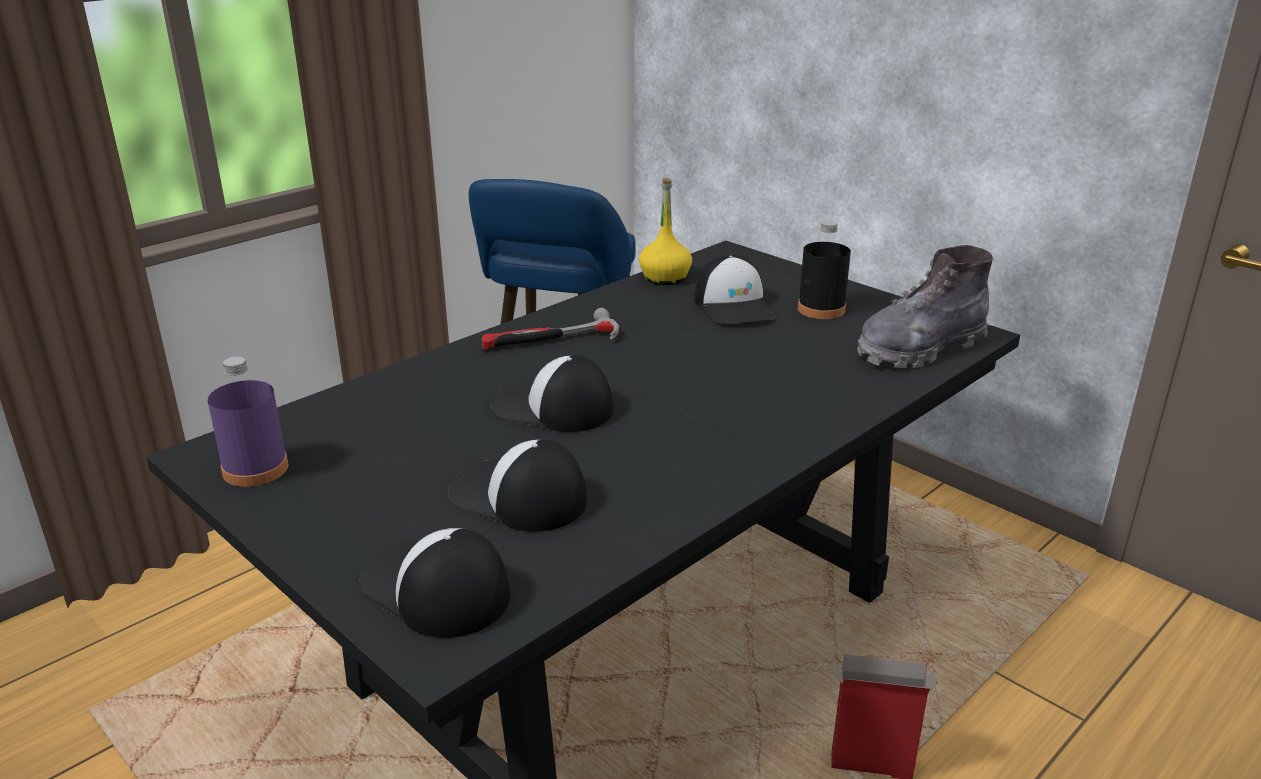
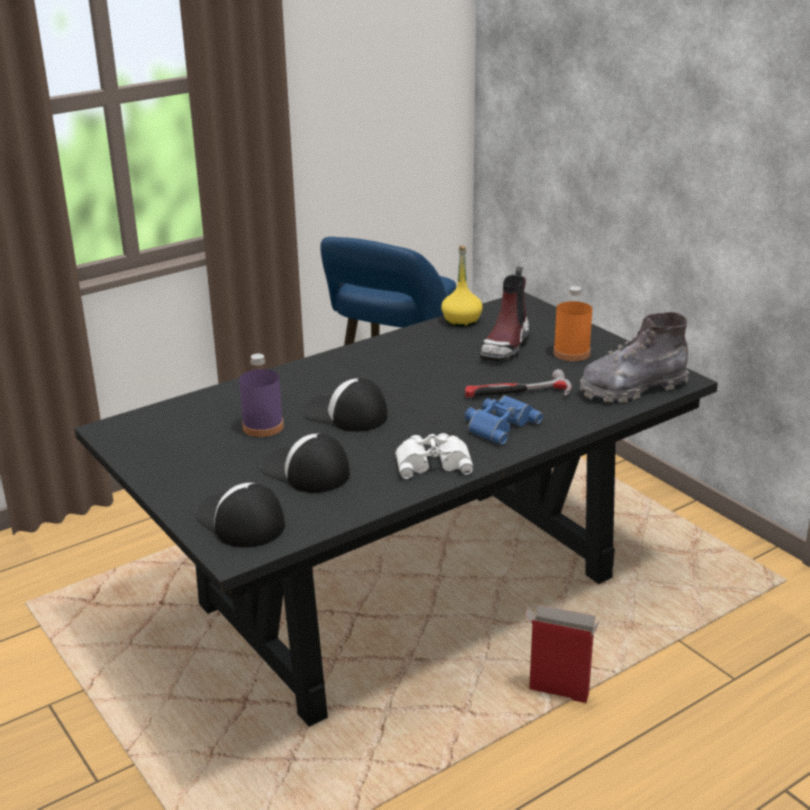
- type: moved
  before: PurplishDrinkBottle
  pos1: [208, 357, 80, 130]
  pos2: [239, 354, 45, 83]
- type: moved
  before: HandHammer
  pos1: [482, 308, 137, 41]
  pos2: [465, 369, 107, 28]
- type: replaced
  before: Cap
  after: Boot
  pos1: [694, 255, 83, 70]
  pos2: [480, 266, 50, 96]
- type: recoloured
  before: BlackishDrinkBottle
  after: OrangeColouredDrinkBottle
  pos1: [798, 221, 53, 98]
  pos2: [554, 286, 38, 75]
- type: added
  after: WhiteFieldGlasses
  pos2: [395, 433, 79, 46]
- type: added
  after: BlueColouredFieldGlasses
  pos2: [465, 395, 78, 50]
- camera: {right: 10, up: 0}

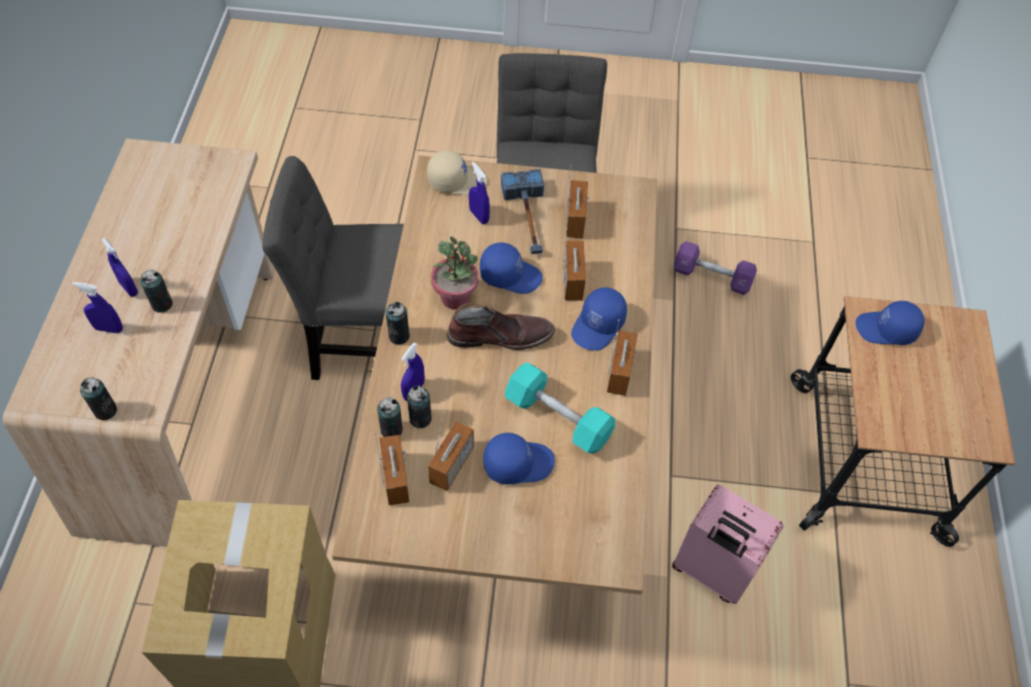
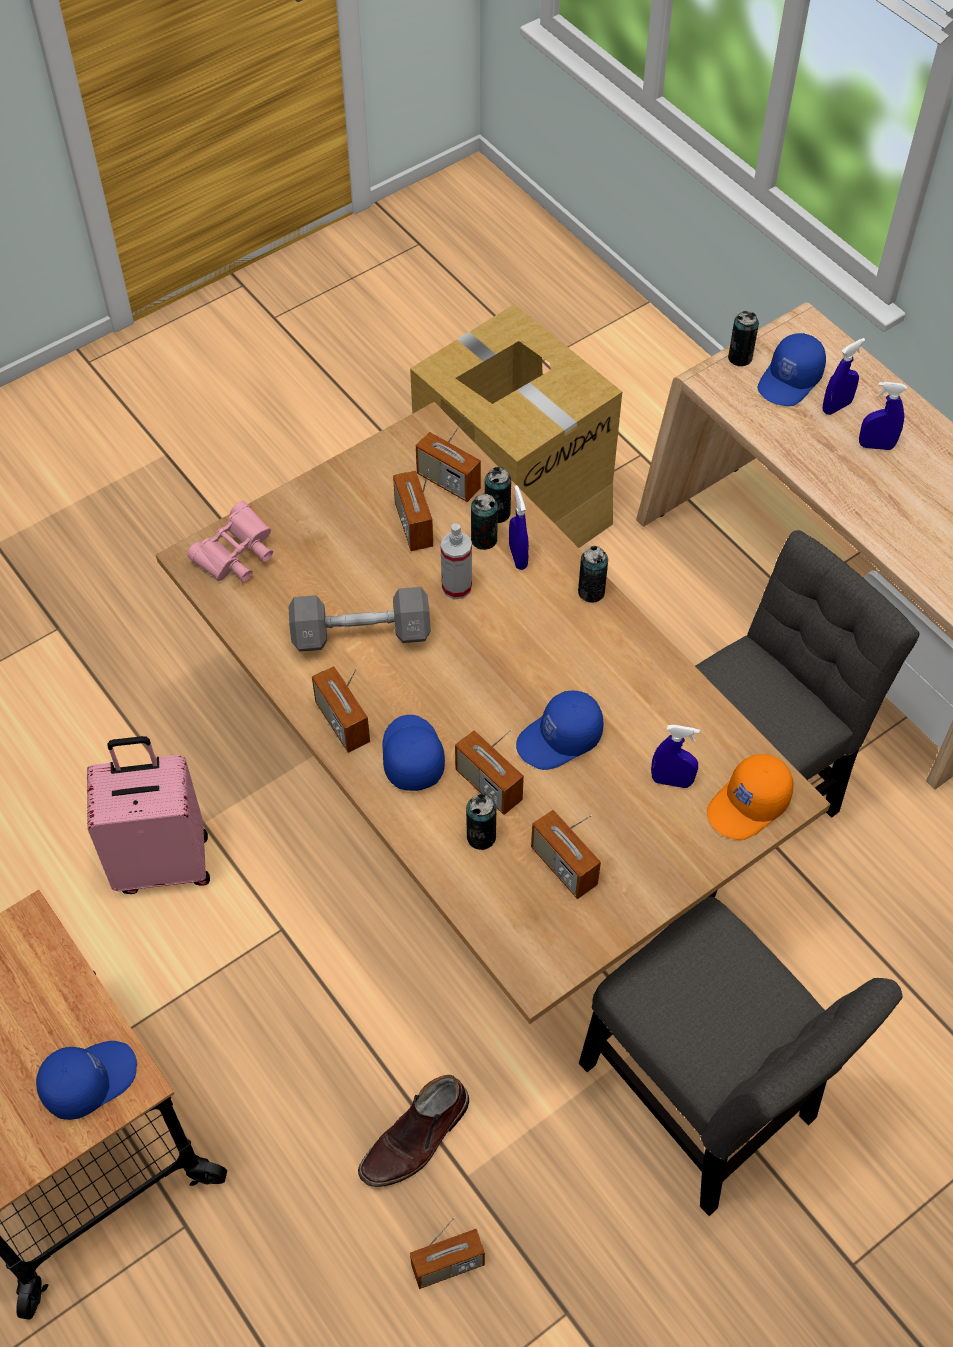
- type: moved
  before: Can
  pos1: [140, 270, 33, 43]
  pos2: [466, 794, 31, 56]
- type: recoloured
  before: BeigeCap
  after: OrangeColouredCap
  pos1: [427, 150, 60, 45]
  pos2: [707, 754, 86, 86]
- type: removed
  before: PottedPlant
  pos1: [431, 236, 47, 74]
- type: moved
  before: BrownishBoot
  pos1: [447, 303, 108, 47]
  pos2: [358, 1075, 111, 112]
- type: moved
  before: BlueColouredCap
  pos1: [483, 433, 72, 51]
  pos2: [758, 333, 68, 73]
- type: removed
  before: HandHammer
  pos1: [501, 169, 43, 85]
- type: recoloured
  before: BlueGreenDumbbell
  after: GreyDumbbell
  pos1: [505, 362, 110, 92]
  pos2: [288, 587, 143, 65]
- type: replaced
  before: PurplishDumbbell
  after: RadioReceiver
  pos1: [674, 241, 83, 54]
  pos2: [410, 1217, 75, 72]
- type: added
  after: PinkishFieldGlasses
  pos2: [187, 501, 86, 81]
- type: added
  after: HandSprayer
  pos2: [441, 524, 31, 75]
- camera: {right: 140, up: 0}

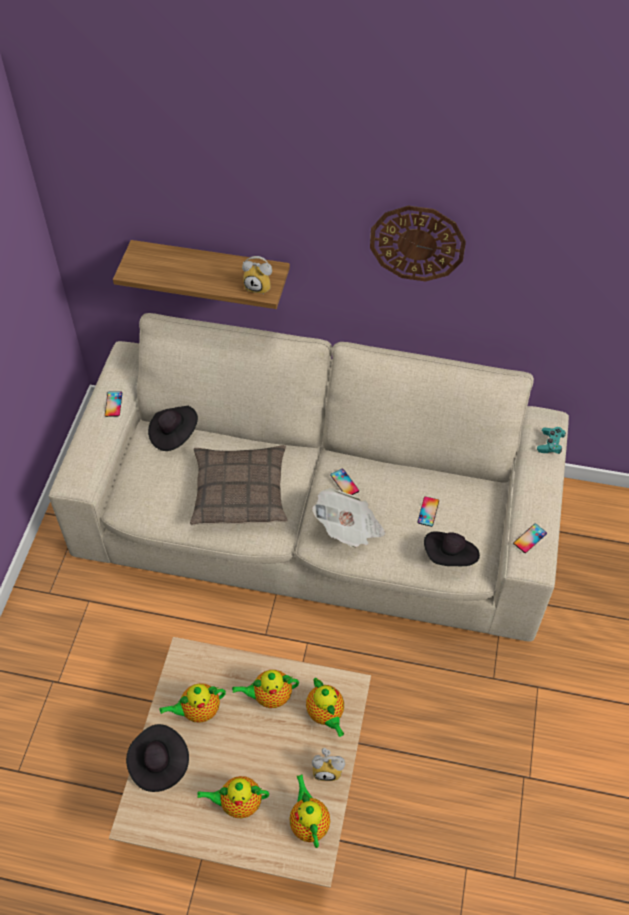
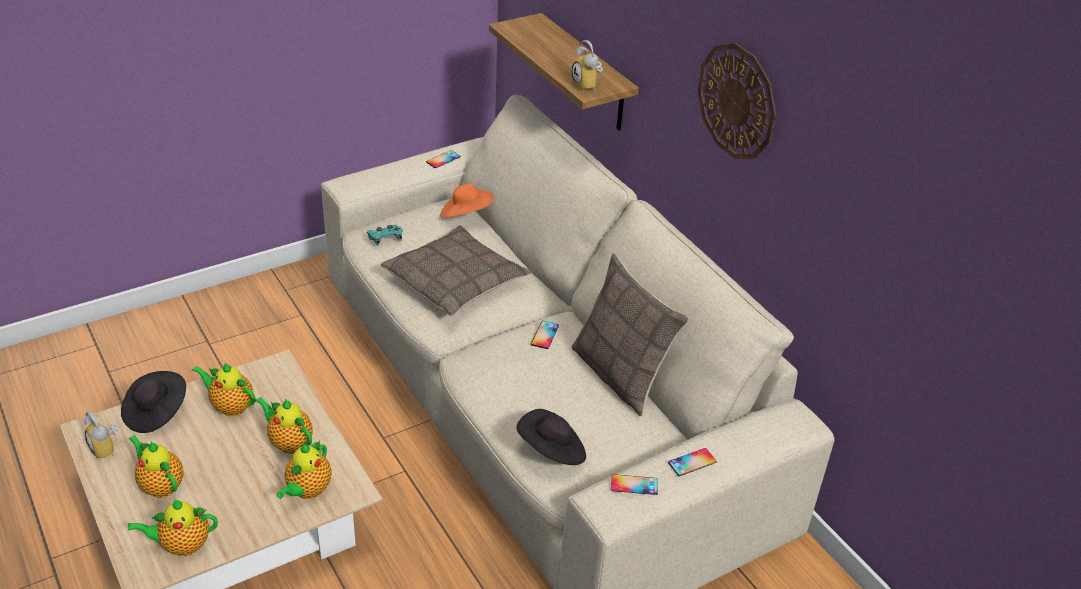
- type: recoloured
  before: BlackishWearableHat
  after: OrangeColouredWearableHat
  pos1: [148, 406, 50, 45]
  pos2: [440, 184, 53, 34]
- type: turned
  before: PotForTea
  pos1: [289, 774, 41, 74]
  pos2: [128, 500, 90, 56]
  turn: -135
- type: removed
  before: PrintedPaper
  pos1: [312, 488, 73, 60]
- type: moved
  before: AlarmClock
  pos1: [312, 748, 33, 33]
  pos2: [84, 411, 36, 49]
- type: moved
  before: Handset
  pos1: [417, 497, 22, 30]
  pos2: [668, 448, 49, 28]
- type: moved
  before: BlueGreenGamepad
  pos1: [537, 427, 29, 27]
  pos2: [366, 225, 37, 21]
- type: added
  after: Cushion
  pos2: [572, 253, 117, 163]
- camera: {right: 45, up: -15}

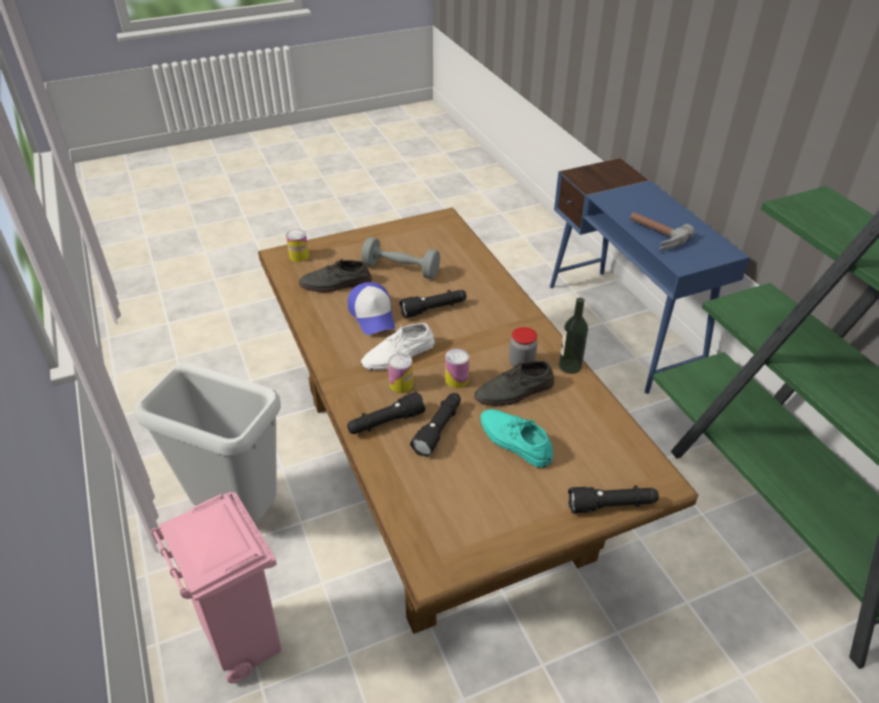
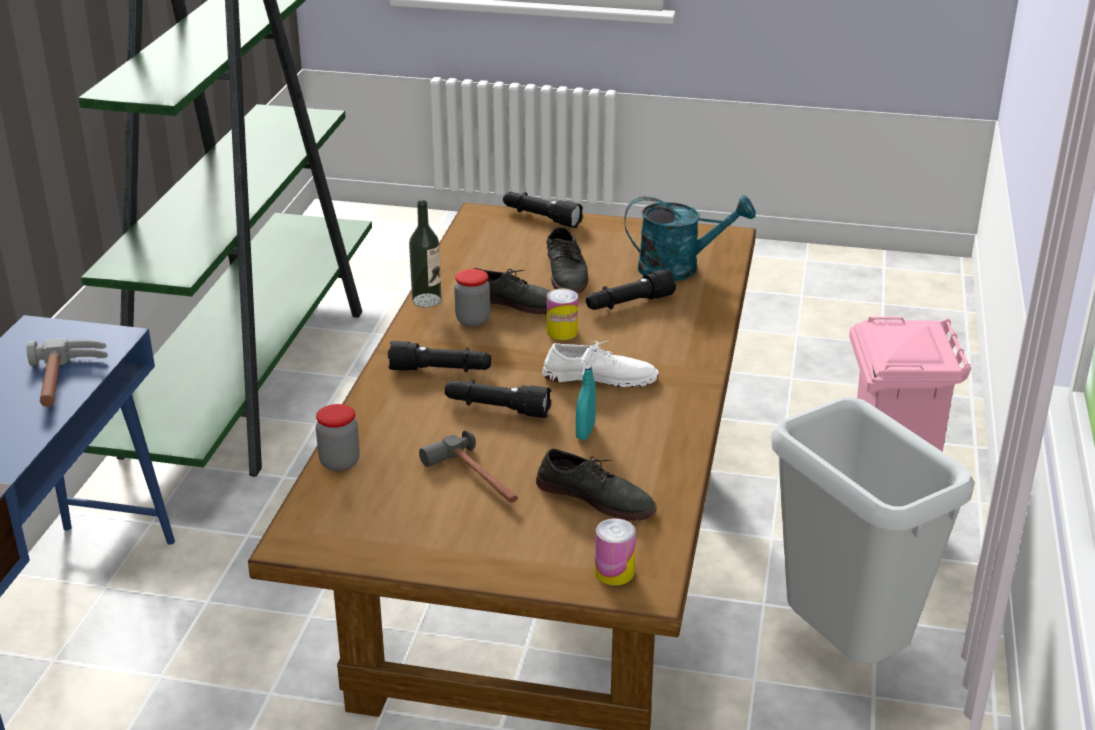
- type: replaced
  before: Cap
  after: BlueGreenHandSprayer
  pos1: [347, 282, 48, 53]
  pos2: [576, 348, 20, 92]
- type: moved
  before: BlackishHandTorch
  pos1: [347, 392, 78, 42]
  pos2: [388, 341, 103, 31]
- type: replaced
  before: GreyDumbbell
  after: HandHammer
  pos1: [361, 237, 79, 42]
  pos2: [419, 431, 99, 72]
- type: removed
  before: Can
  pos1: [388, 353, 25, 40]
- type: recoloured
  before: BlueGreenItemOfFootwear
  after: GreyItemOfFootwear
  pos1: [480, 409, 73, 59]
  pos2: [546, 226, 42, 67]
- type: added
  after: StorageJar
  pos2: [316, 404, 44, 67]
- type: added
  after: BlueGreenWateringCan
  pos2: [624, 195, 132, 86]
- camera: {right: -145, up: -10}

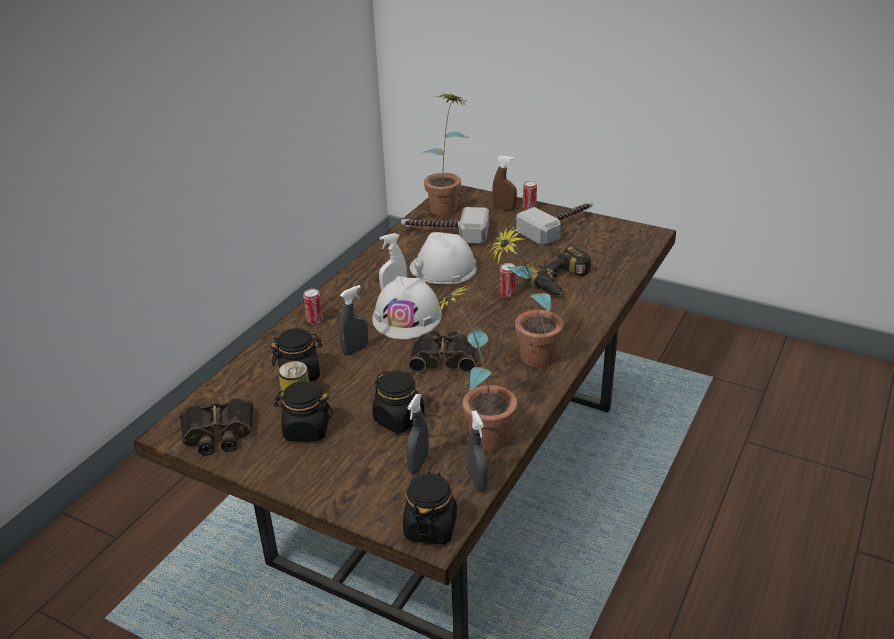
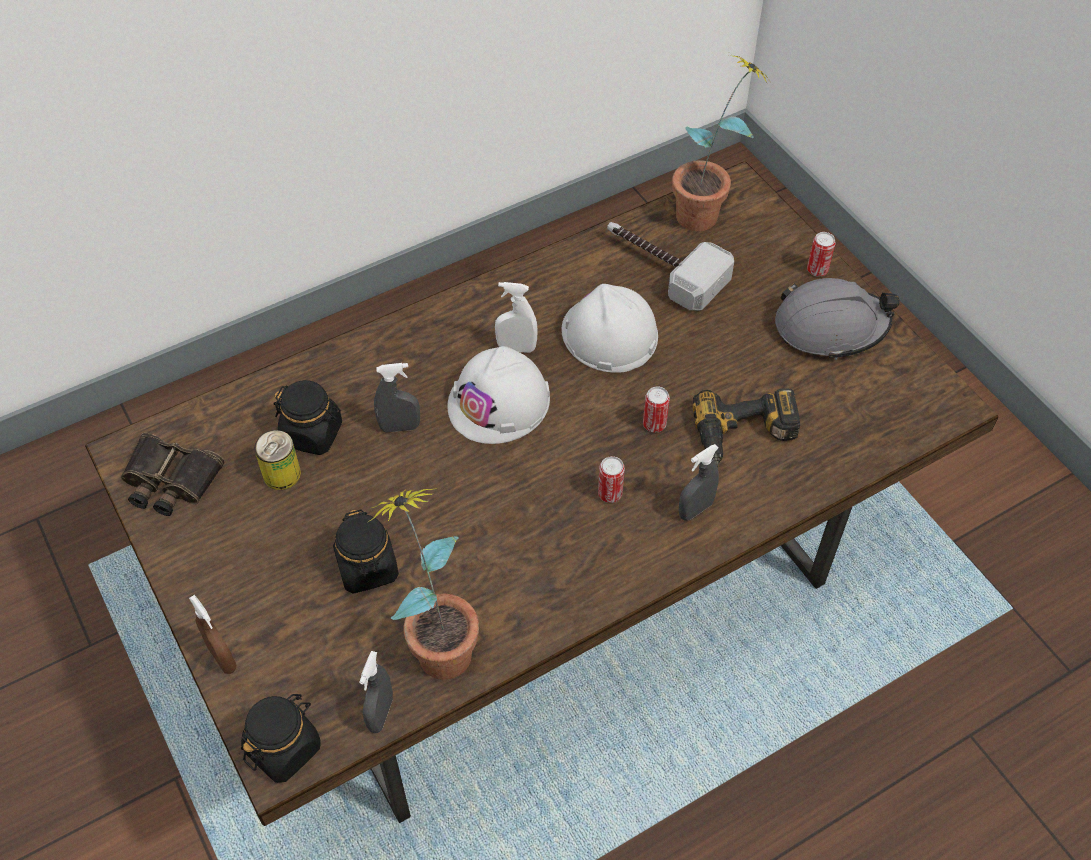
- type: removed
  before: BlackishStorageJar
  pos1: [274, 381, 59, 60]
- type: moved
  before: Can
  pos1: [303, 289, 20, 36]
  pos2: [598, 456, 27, 47]
- type: moved
  before: GreyHandSprayer
  pos1: [406, 394, 23, 79]
  pos2: [679, 444, 40, 77]
- type: removed
  before: FieldGlasses
  pos1: [408, 332, 68, 41]
- type: removed
  before: PottedPlant
  pos1: [487, 226, 77, 141]
- type: moved
  before: BrownishHandSprayer
  pos1: [492, 156, 25, 54]
  pos2: [189, 595, 48, 79]
- type: replaced
  before: HandHammer
  after: GreySafetyHelmet
  pos1: [516, 202, 77, 44]
  pos2: [775, 278, 125, 82]
- camera: {right: 30, up: 20}

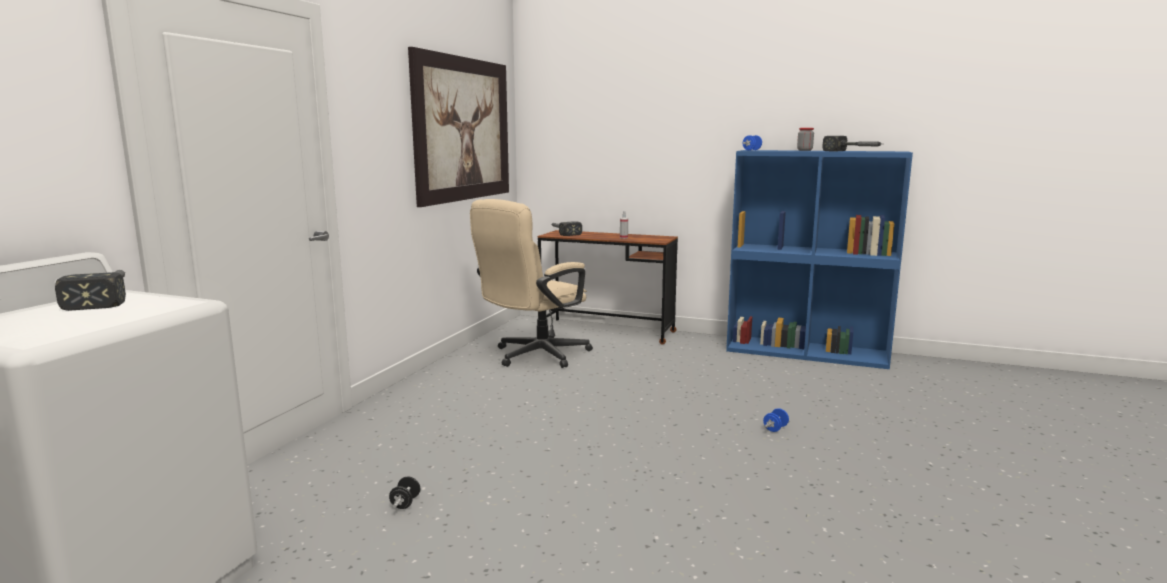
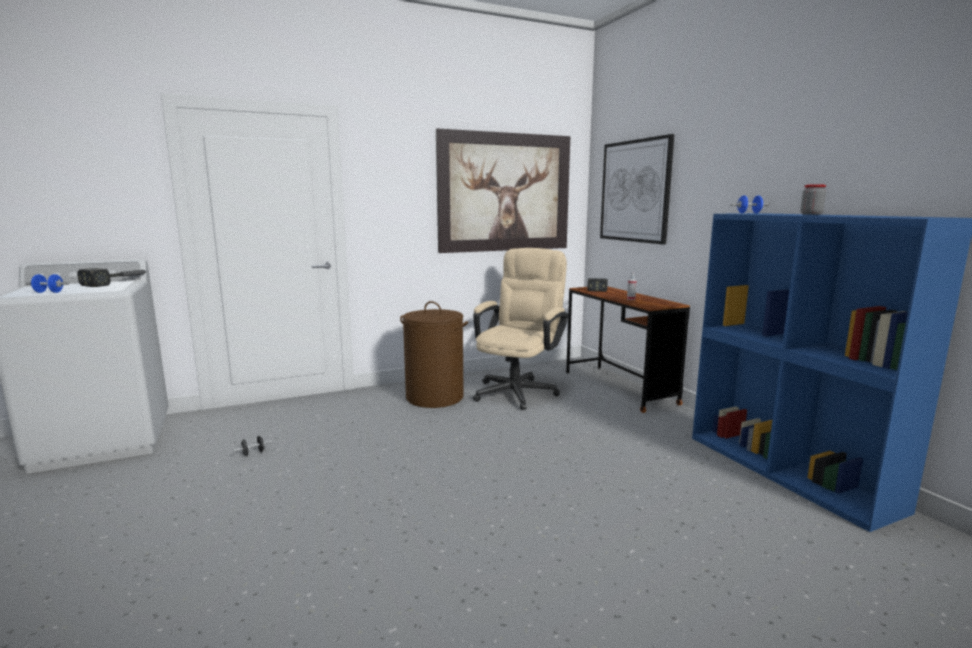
- type: turned
  before: BeigeComputerChair
  pos1: [470, 199, 123, 169]
  pos2: [473, 248, 95, 162]
  turn: 120
- type: moved
  before: BlueColouredDumbbell
  pos1: [763, 408, 26, 24]
  pos2: [26, 274, 43, 19]
- type: removed
  before: HandHammer
  pos1: [822, 136, 59, 15]
- type: added
  after: BrownishLaundryBasket
  pos2: [400, 301, 68, 107]
- type: added
  after: WallArt
  pos2: [600, 134, 74, 110]
- camera: {right: 45, up: 0}

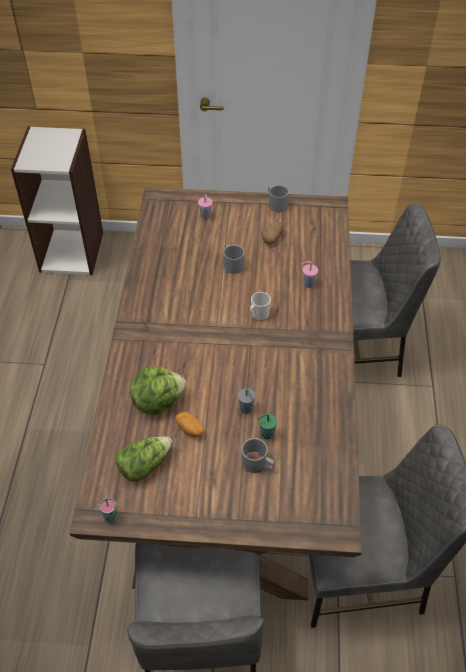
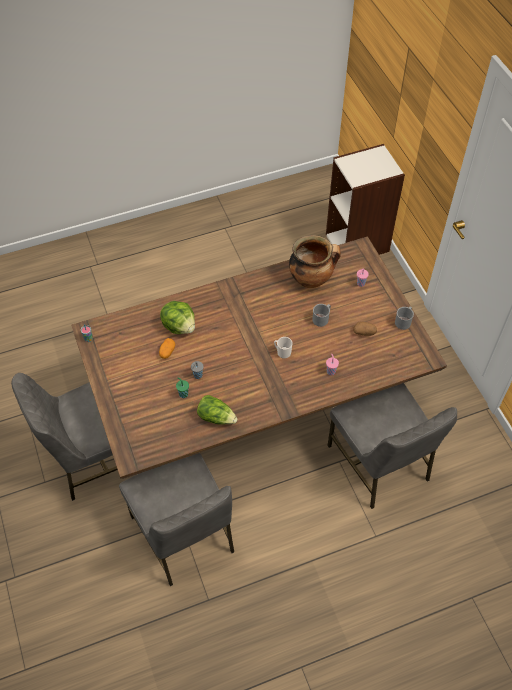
- type: moved
  before: Lettuce
  pos1: [115, 436, 57, 46]
  pos2: [197, 395, 41, 30]
- type: removed
  before: GreyTeaMug
  pos1: [241, 438, 34, 35]
- type: added
  after: Stockpot
  pos2: [289, 235, 52, 53]
- camera: {right: 65, up: 5}

